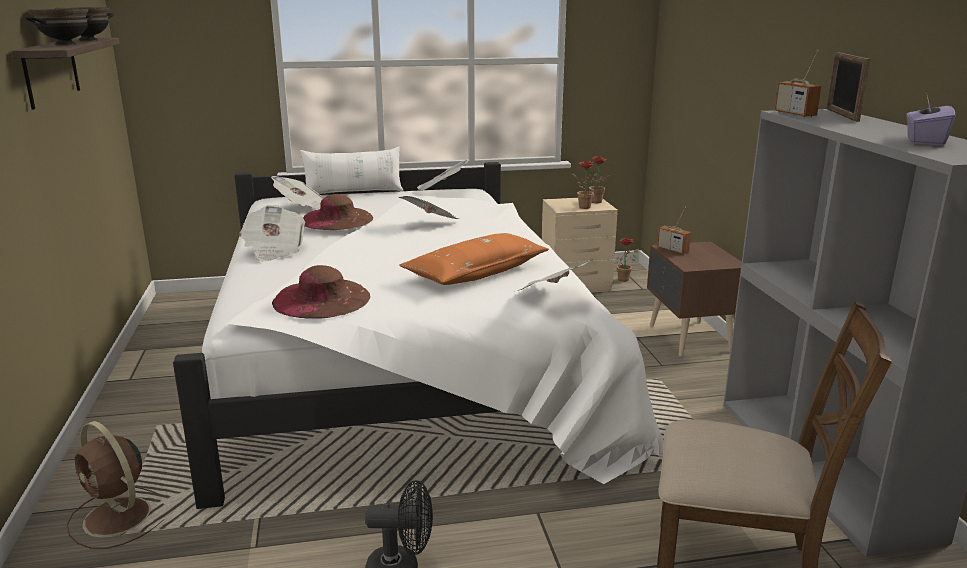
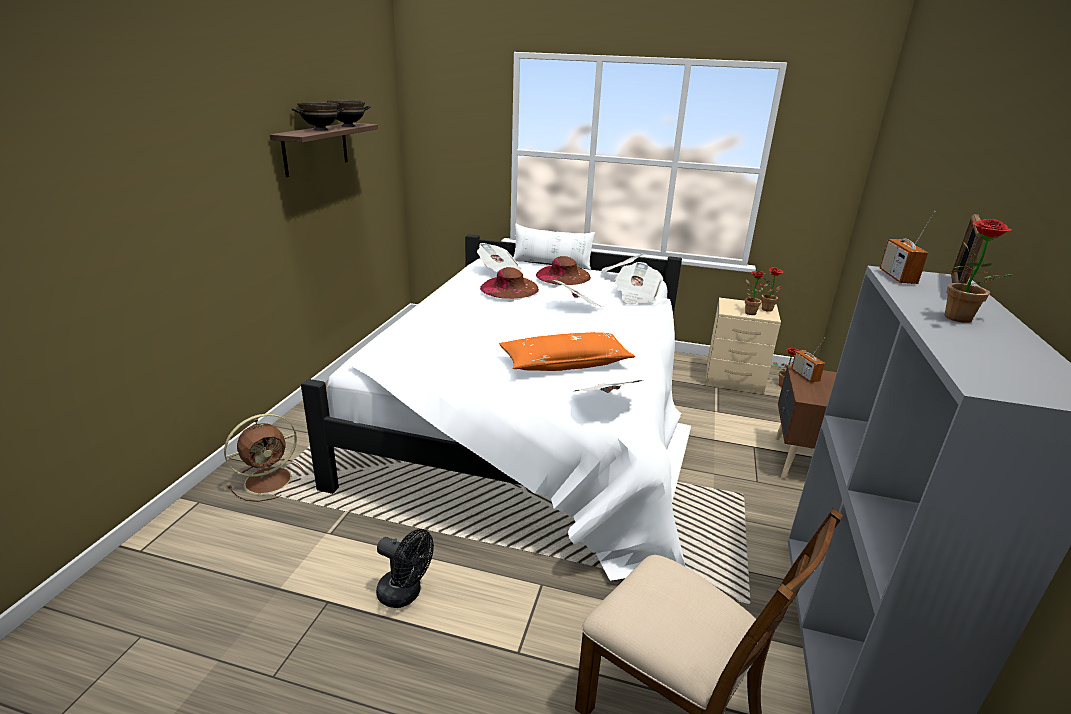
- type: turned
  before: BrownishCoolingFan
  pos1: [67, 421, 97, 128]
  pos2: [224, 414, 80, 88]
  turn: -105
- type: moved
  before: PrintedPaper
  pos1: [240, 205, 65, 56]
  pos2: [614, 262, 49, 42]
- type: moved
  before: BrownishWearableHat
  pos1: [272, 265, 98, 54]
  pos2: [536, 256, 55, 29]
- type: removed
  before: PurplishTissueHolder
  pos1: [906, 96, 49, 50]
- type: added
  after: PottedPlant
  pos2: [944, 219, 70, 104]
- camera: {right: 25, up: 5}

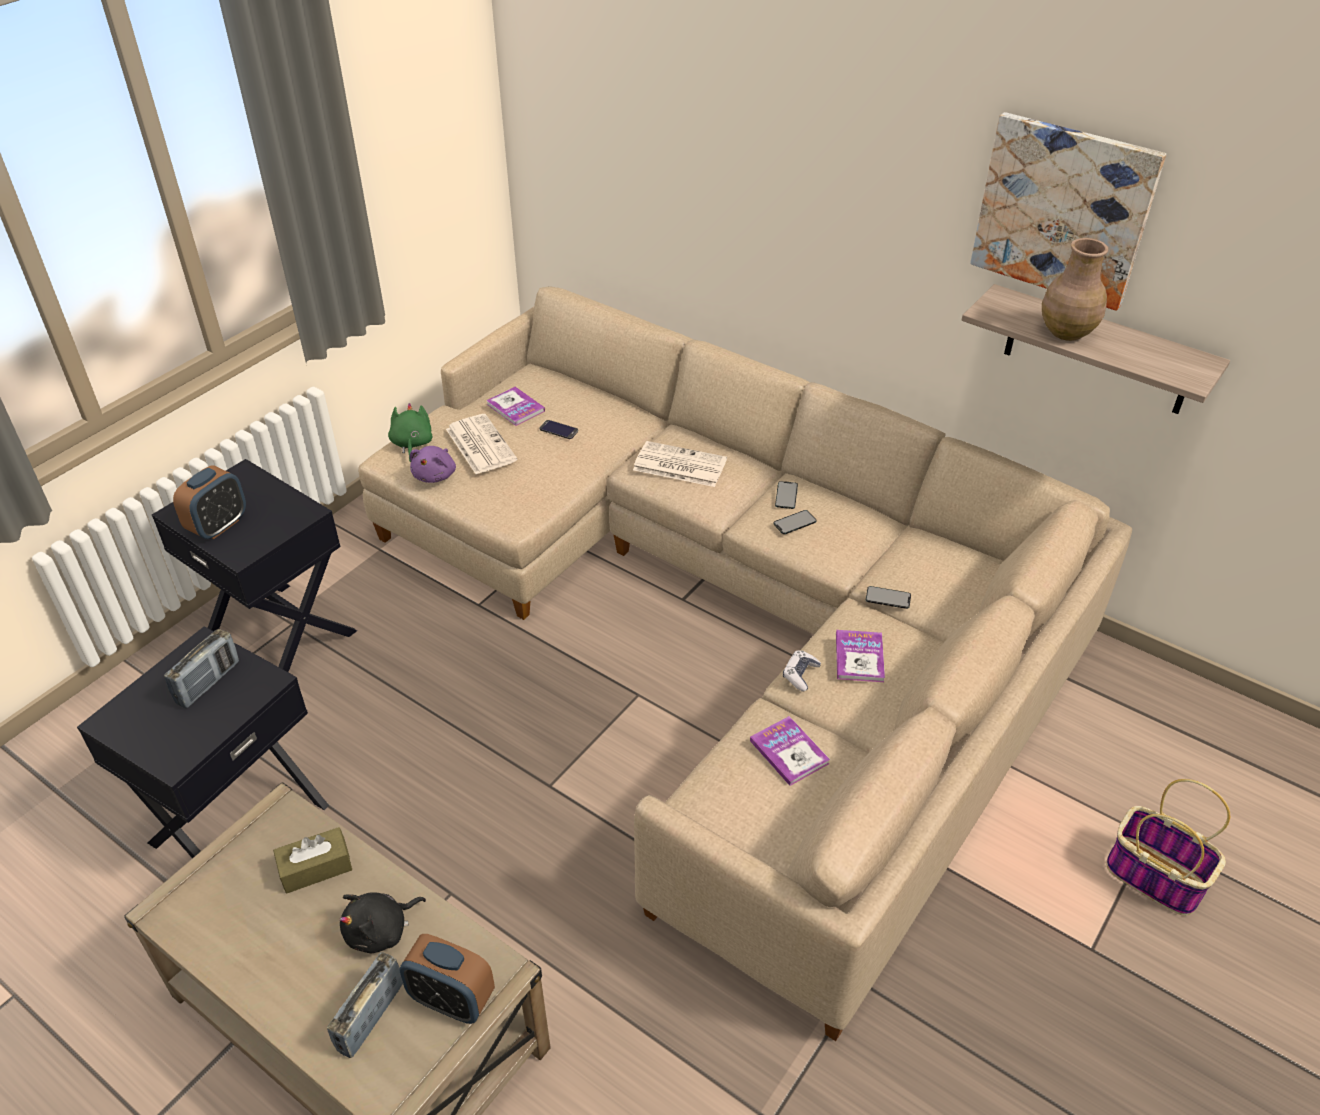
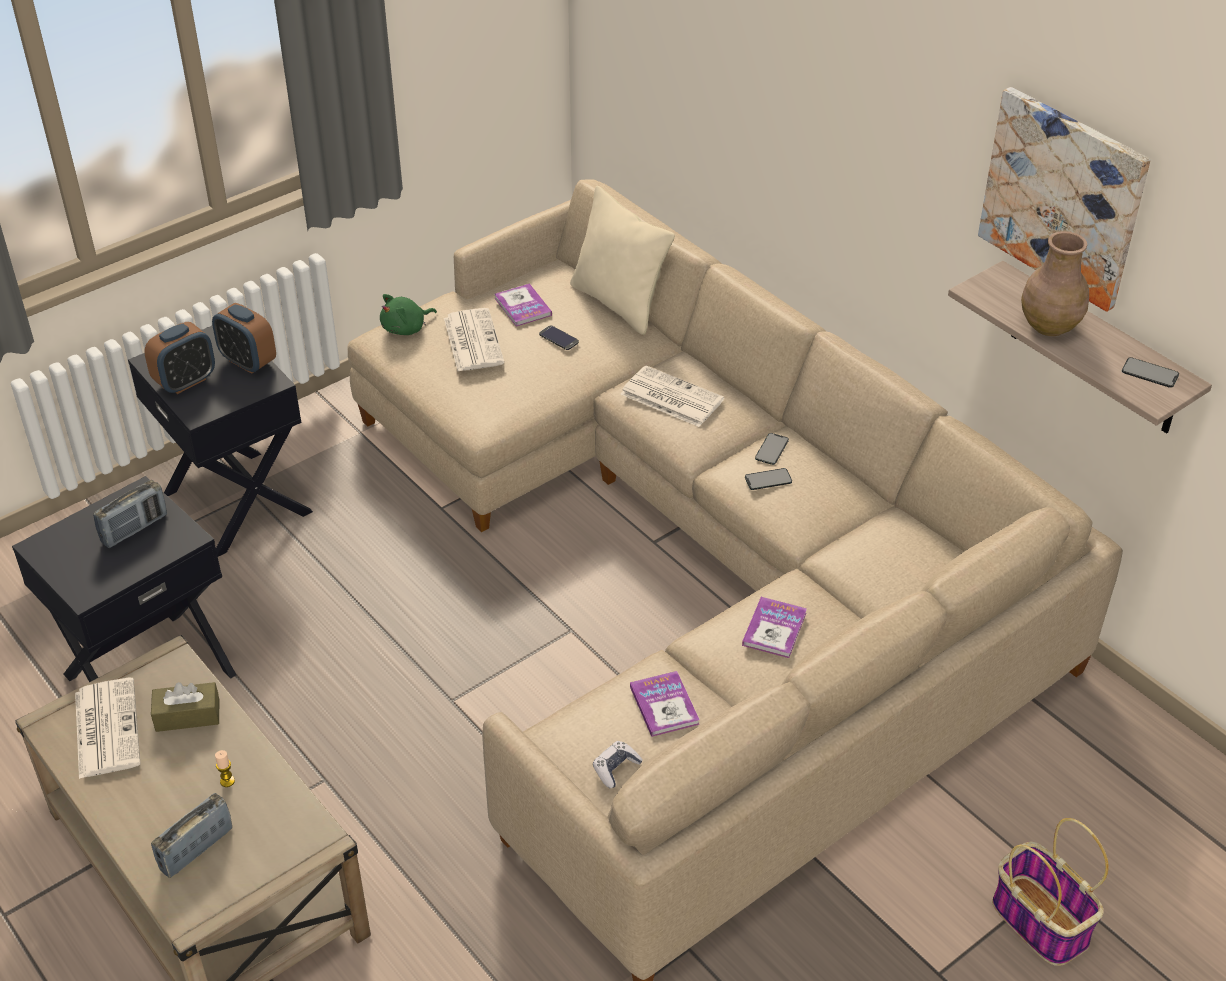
- type: replaced
  before: BlackishSoftToy
  after: Candle
  pos1: [339, 892, 87, 61]
  pos2: [215, 750, 20, 37]
- type: turned
  before: GreenColouredSoftToy
  pos1: [388, 403, 45, 59]
  pos2: [380, 294, 57, 41]
  turn: -135
- type: moved
  before: AlarmClock
  pos1: [399, 934, 96, 90]
  pos2: [212, 303, 64, 71]
- type: removed
  before: PurplishSoftToy
  pos1: [410, 446, 46, 37]
- type: moved
  before: Gamepad
  pos1: [783, 651, 38, 41]
  pos2: [593, 741, 50, 47]
- type: moved
  before: Handset
  pos1: [866, 586, 45, 23]
  pos2: [1122, 357, 57, 31]
- type: added
  after: PrintedPaper
  pos2: [75, 678, 66, 101]
- type: added
  after: BeigeCushion
  pos2: [570, 186, 105, 149]
- camera: {right: 15, up: 0}

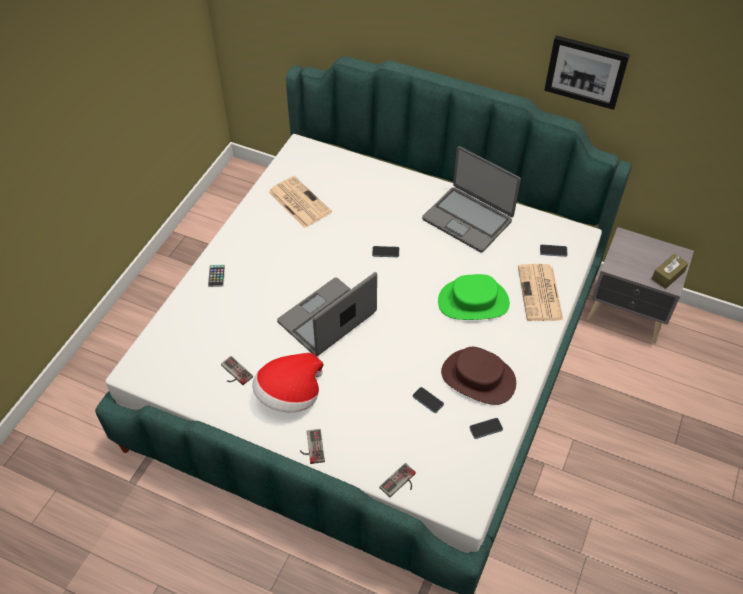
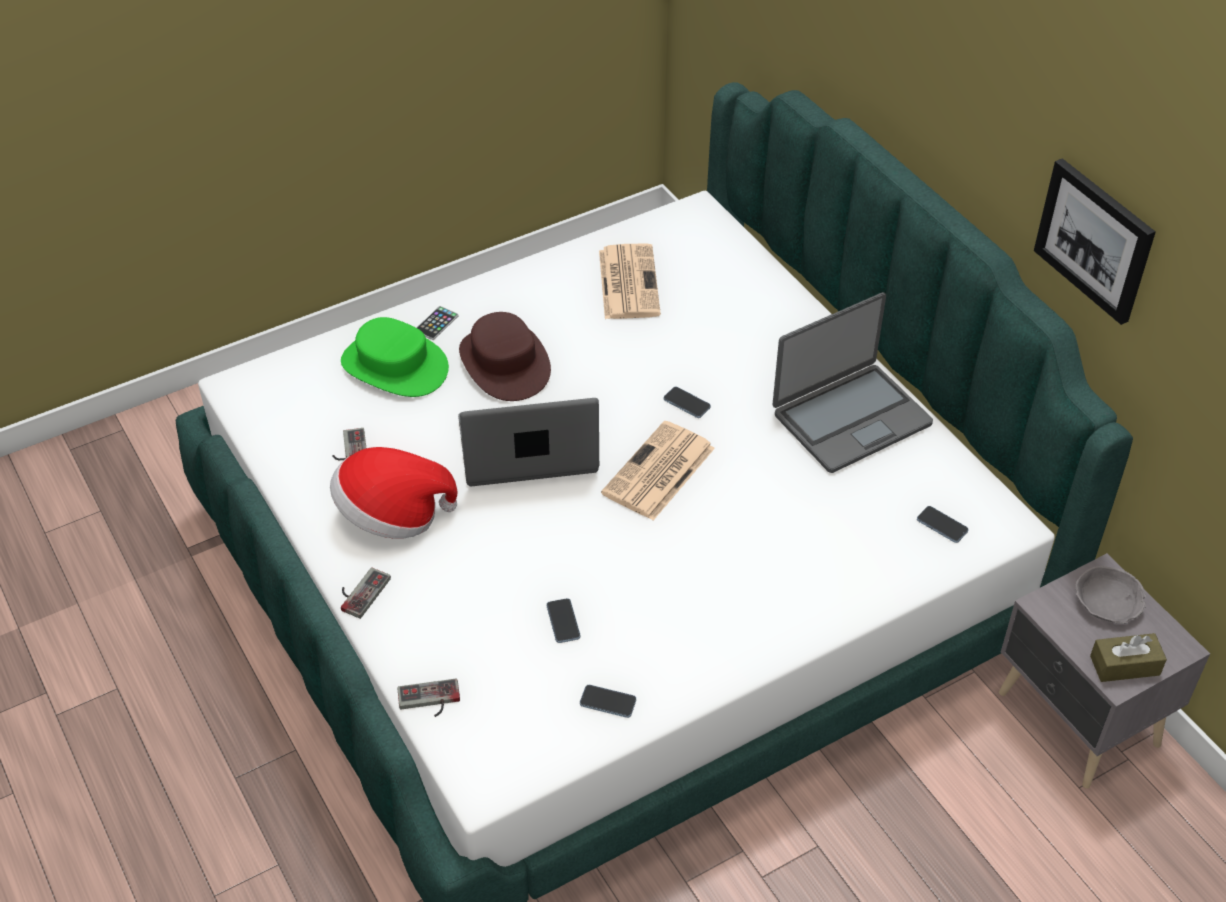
- type: turned
  before: PortableComputer
  pos1: [422, 146, 99, 107]
  pos2: [773, 292, 160, 181]
  turn: -105
- type: moved
  before: GreenColouredWearableHat
  pos1: [438, 274, 72, 46]
  pos2: [341, 317, 108, 80]
- type: moved
  before: BrownishWearableHat
  pos1: [441, 347, 75, 58]
  pos2: [459, 312, 92, 89]
- type: moved
  before: PrintedPaper
  pos1: [518, 264, 45, 57]
  pos2: [601, 421, 114, 100]
- type: added
  after: GreyBowl
  pos2: [1075, 566, 71, 58]
- camera: {right: 35, up: -5}

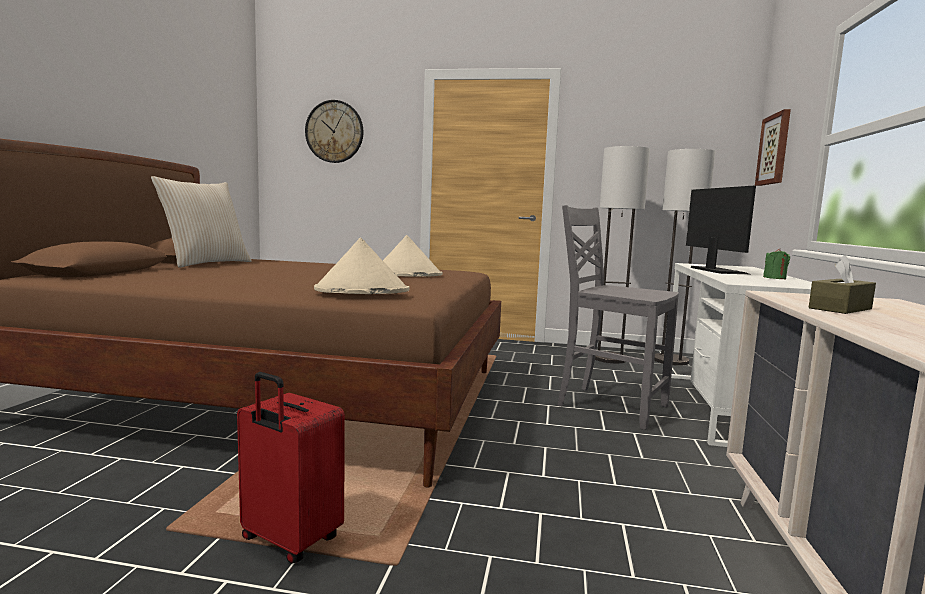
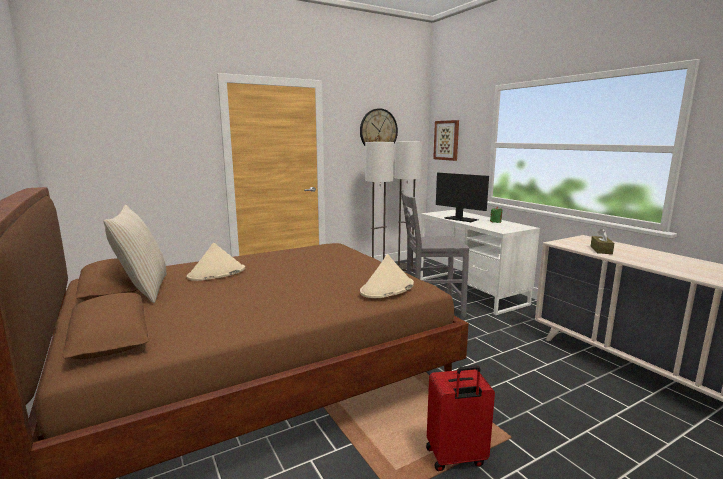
- type: moved
  before: ClockOnTheWall
  pos1: [305, 100, 58, 63]
  pos2: [360, 108, 38, 38]
- type: moved
  before: BeigeWearableHat
  pos1: [383, 235, 60, 42]
  pos2: [187, 243, 58, 38]
- camera: {right: -40, up: 5}

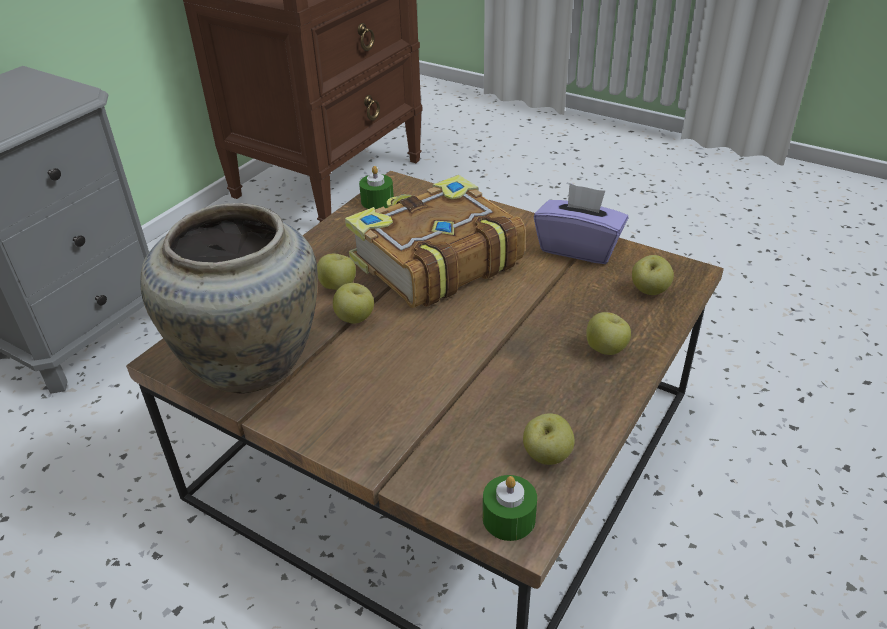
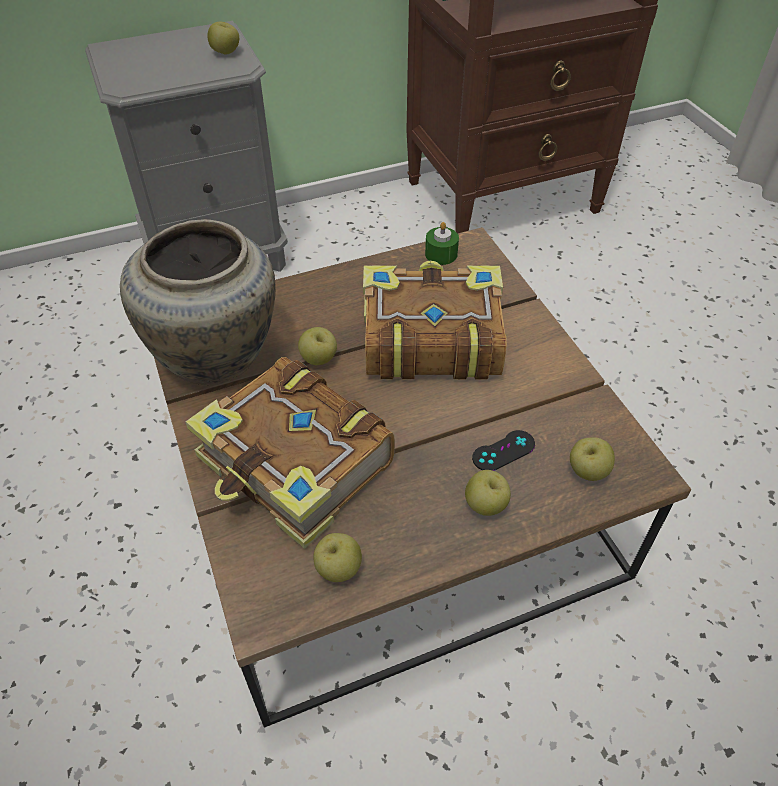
- type: moved
  before: WholeApple
  pos1: [317, 253, 39, 37]
  pos2: [207, 22, 32, 33]
- type: removed
  before: GreenColouredCandle
  pos1: [483, 475, 54, 66]
- type: removed
  before: PurplishTissueHolder
  pos1: [534, 183, 94, 81]
- type: added
  after: Volume
  pos2: [186, 357, 209, 192]
- type: added
  after: BlackishGamepad
  pos2: [472, 430, 63, 41]
- camera: {right: 35, up: 10}

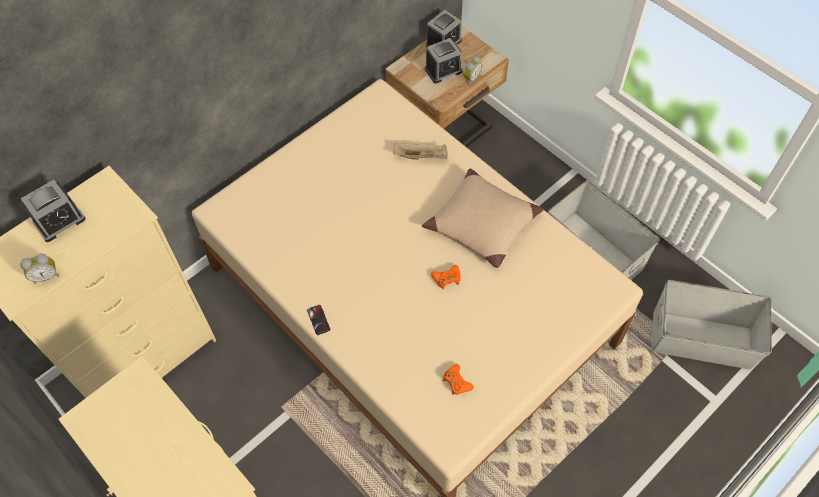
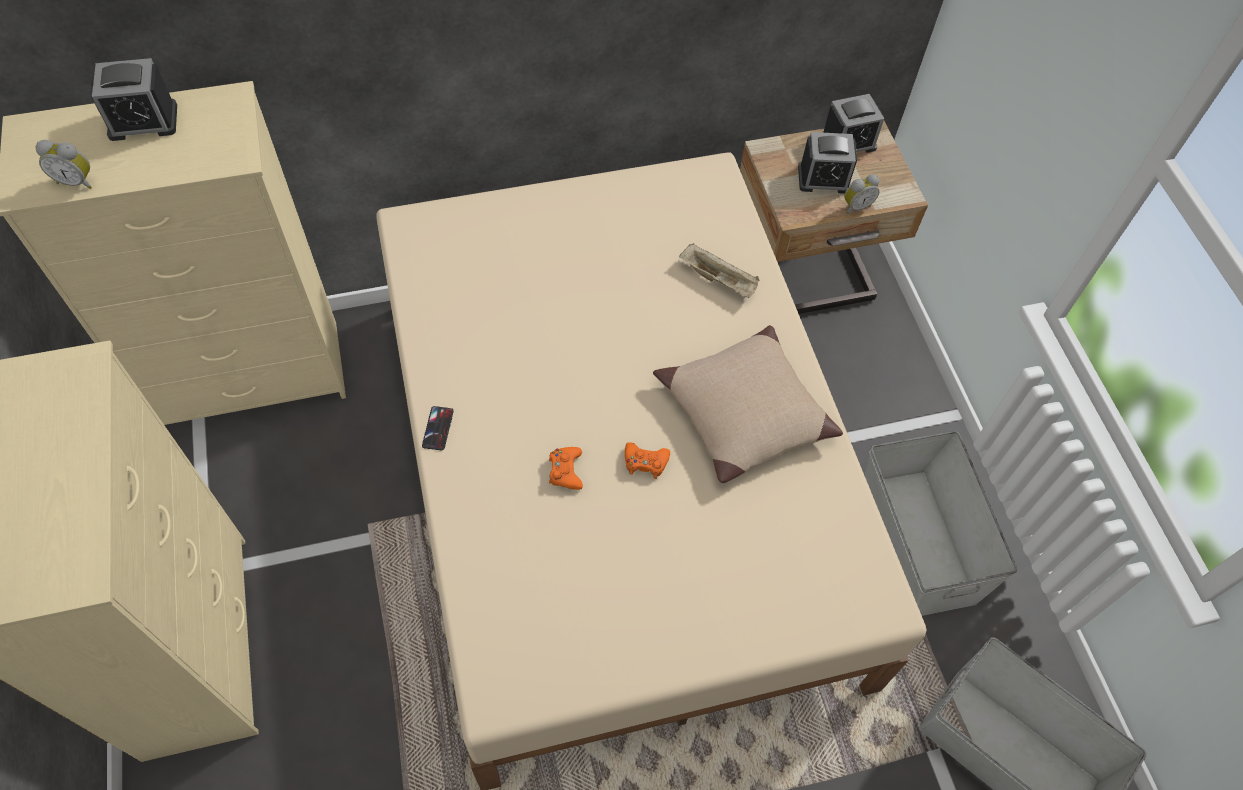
- type: moved
  before: OrangeColouredGamepad
  pos1: [443, 364, 31, 31]
  pos2: [549, 447, 34, 43]
- camera: {right: 25, up: 0}

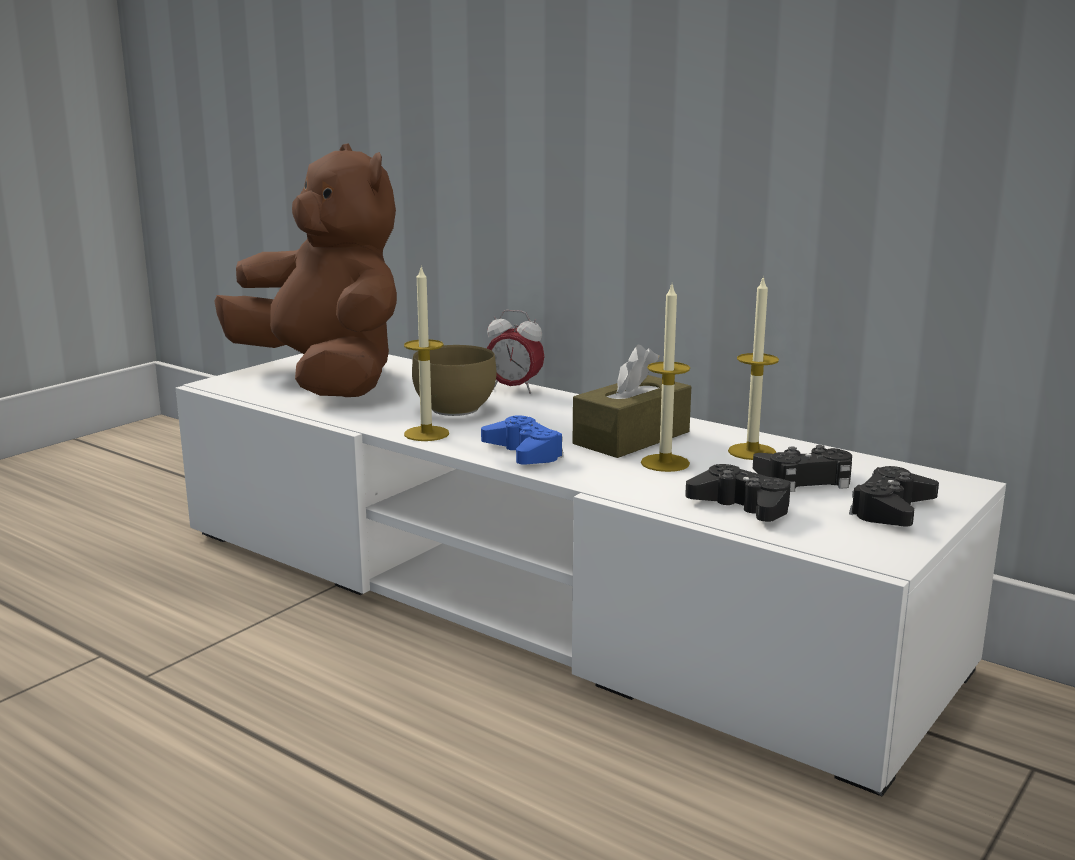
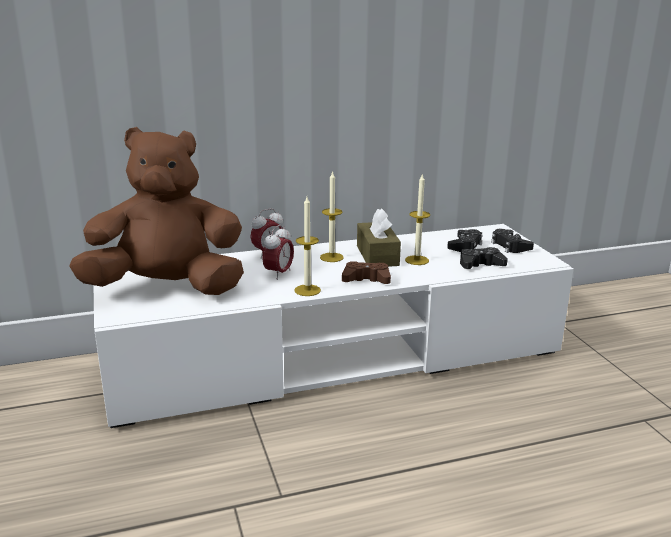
- type: replaced
  before: BrownishBowl
  after: AlarmClock
  pos1: [412, 345, 85, 71]
  pos2: [262, 225, 32, 55]
- type: recoloured
  before: BlueColouredGamepad
  after: BrownishGamepad
  pos1: [481, 415, 83, 50]
  pos2: [342, 261, 49, 23]
- type: moved
  before: Candle
  pos1: [728, 276, 51, 184]
  pos2: [320, 171, 24, 91]
- camera: {right: -55, up: 5}

